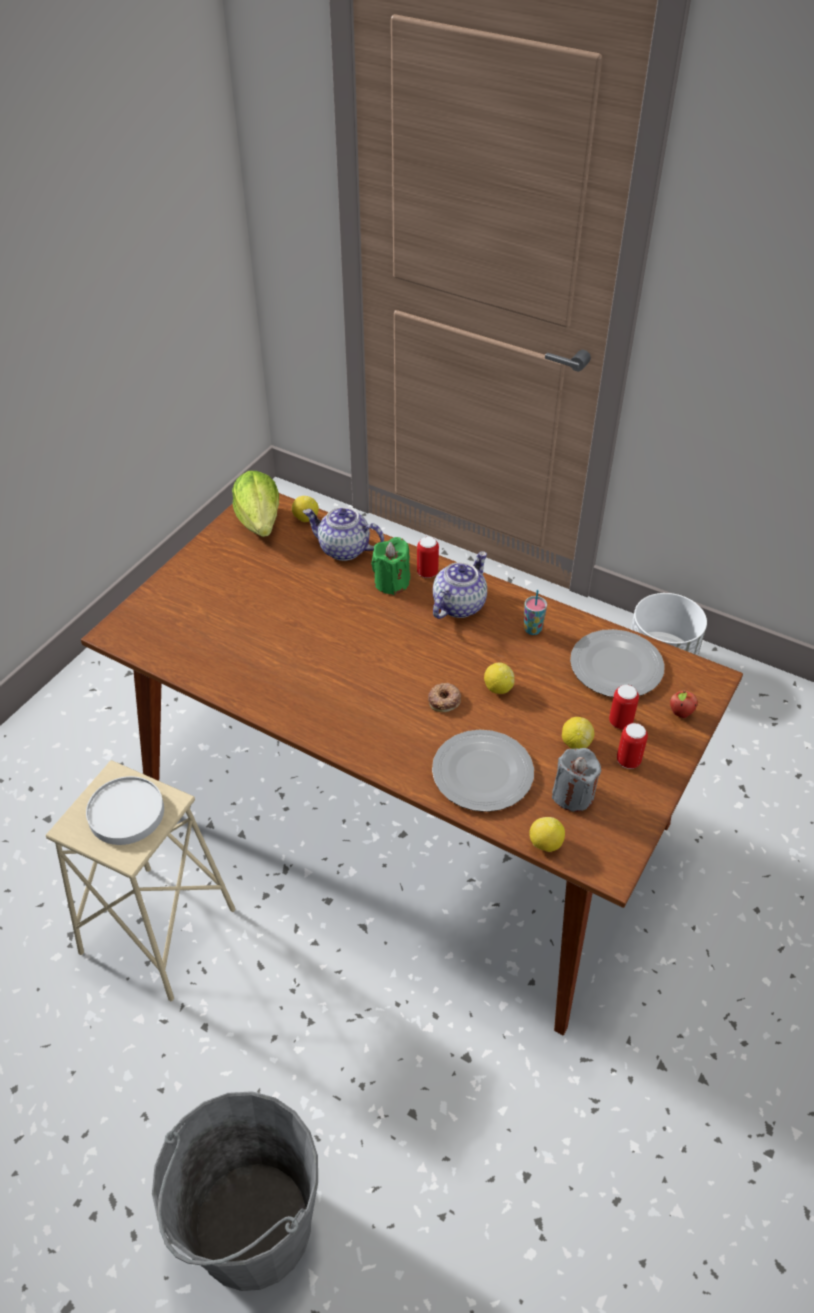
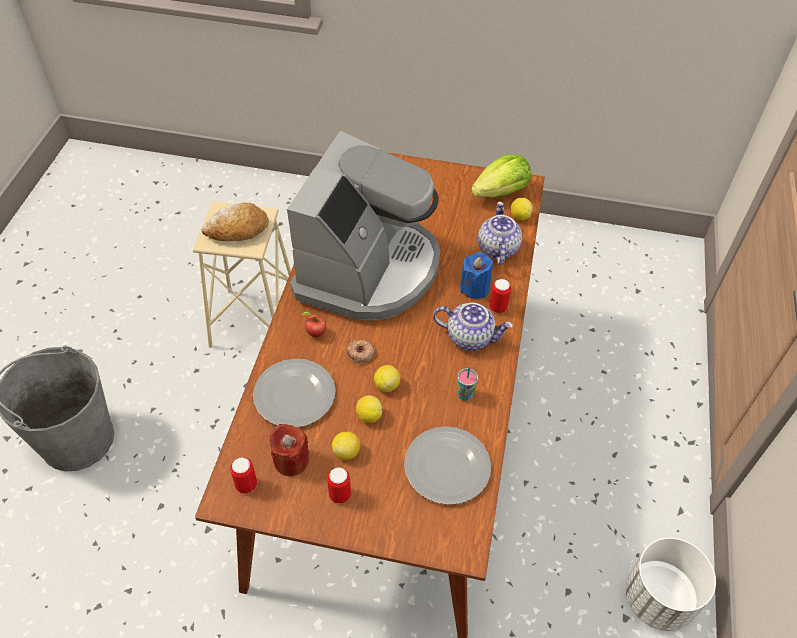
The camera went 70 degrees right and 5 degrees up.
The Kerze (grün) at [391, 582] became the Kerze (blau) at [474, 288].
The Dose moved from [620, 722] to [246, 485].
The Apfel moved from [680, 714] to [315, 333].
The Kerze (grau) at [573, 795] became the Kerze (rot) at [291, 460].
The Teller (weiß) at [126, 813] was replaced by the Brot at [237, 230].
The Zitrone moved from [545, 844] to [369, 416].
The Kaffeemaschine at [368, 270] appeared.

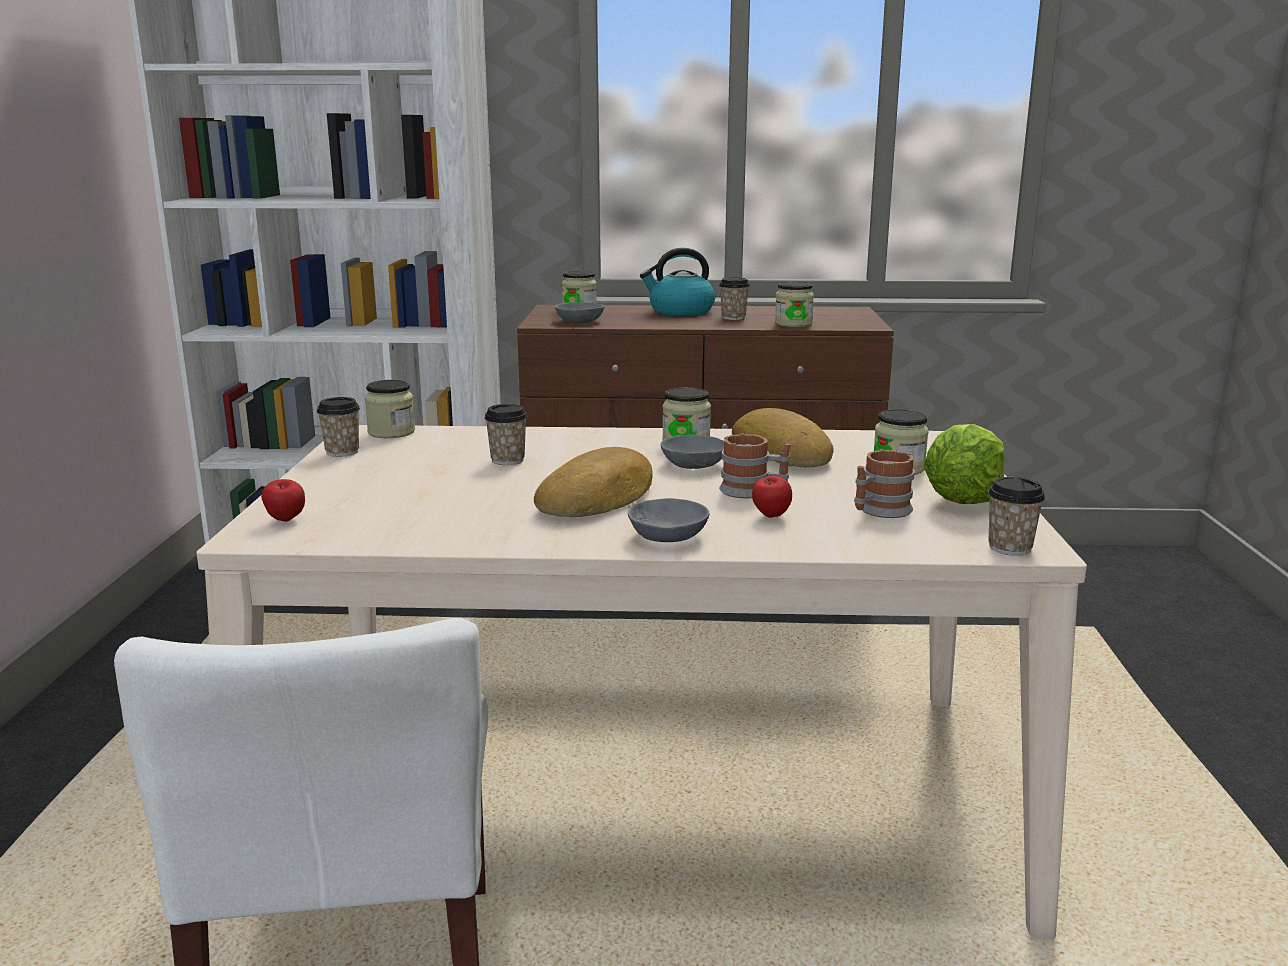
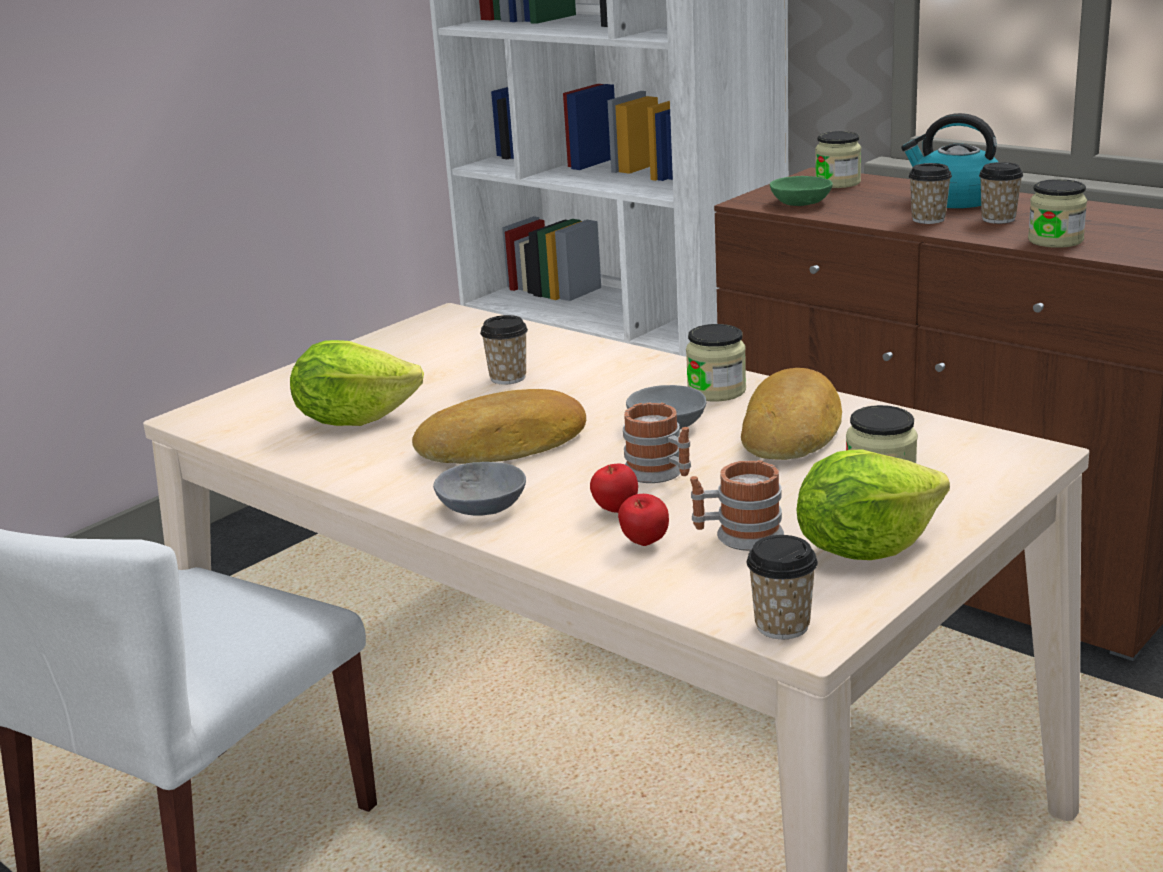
The camera went 40 degrees right and 5 degrees up.
The Schüssel (grau) at [580, 321] became the Schüssel (grün) at [802, 202].
The Vorratsglas at [391, 432] disappeared.
The Tasse moved from [342, 452] to [928, 219].
The Apfel moved from [285, 521] to [644, 544].
The Salatkopf at [354, 419] appeared.

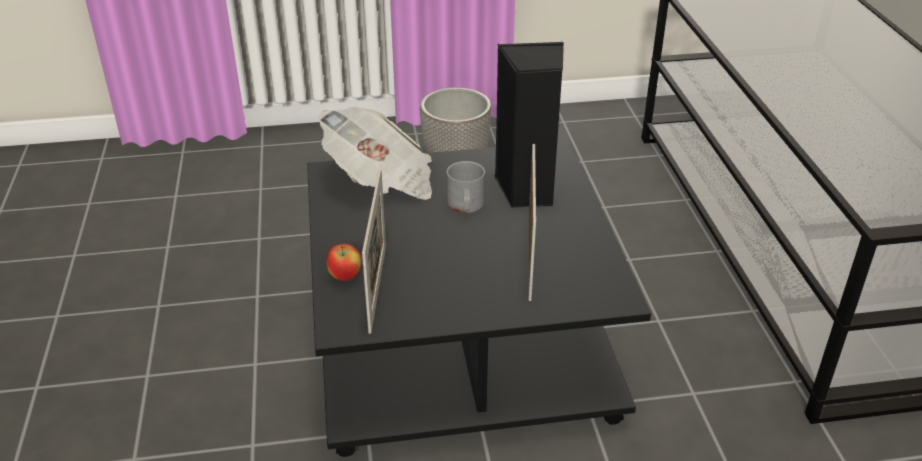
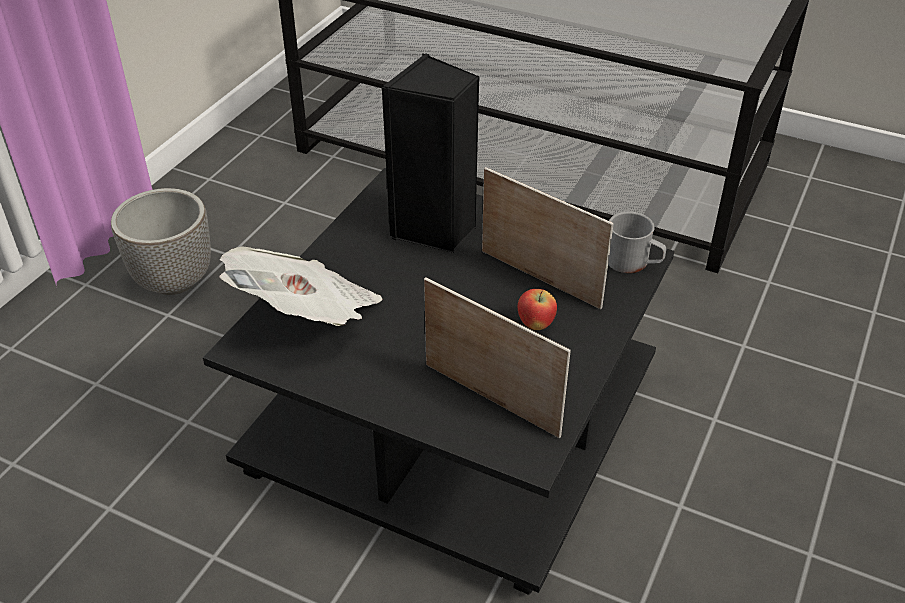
The camera went 55 degrees left and 5 degrees up.
The Henkelbecher (grau) moved from [465, 206] to [633, 262].
The Apfel moved from [345, 276] to [535, 324].

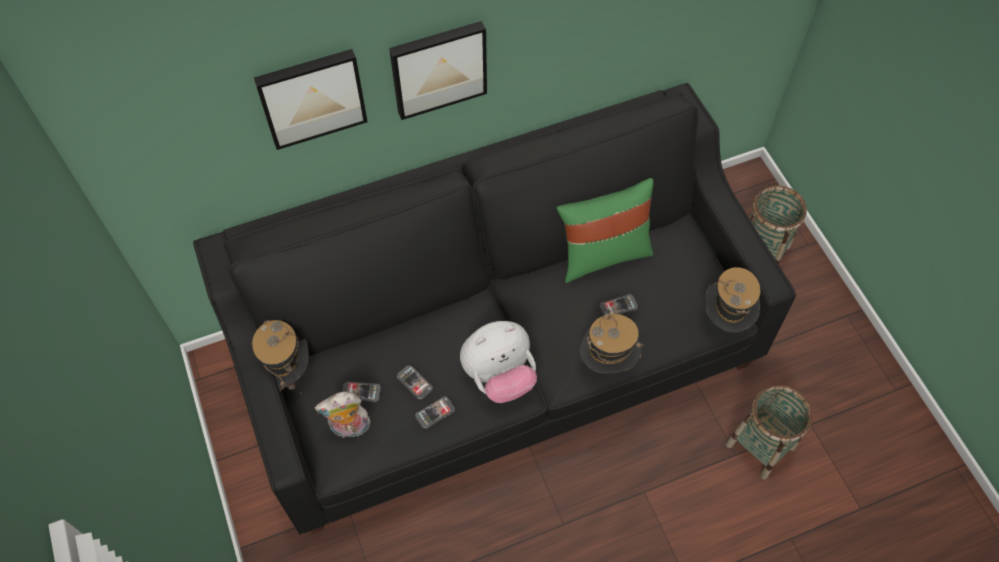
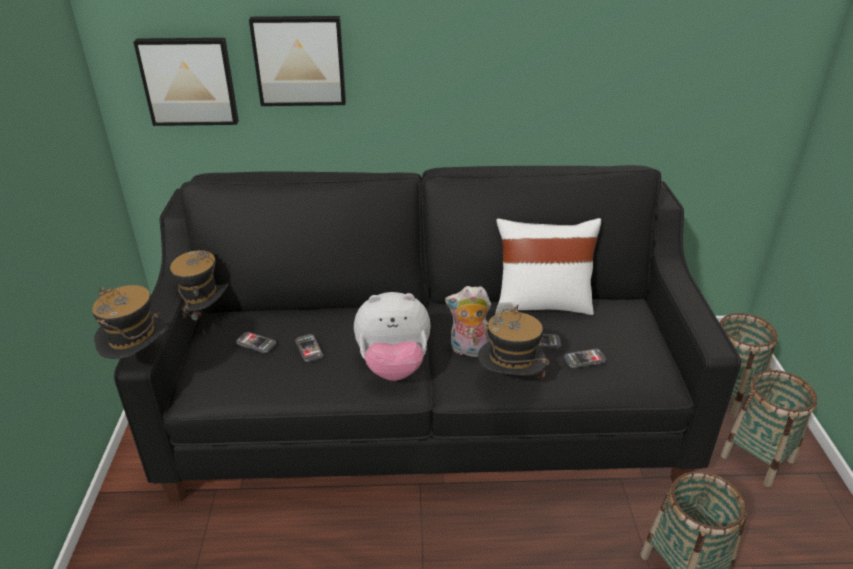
The camera went 20 degrees right and 25 degrees down.
The Bild moved from [438, 68] to [189, 81].
The Kissen (grün) at [602, 255] became the Kissen (weiß) at [542, 304].
The Hut moved from [725, 319] to [140, 362].
The Plüschtier moved from [349, 428] to [469, 350].
The Handy moved from [435, 413] to [584, 359].
The Korb at [757, 458] appeared.

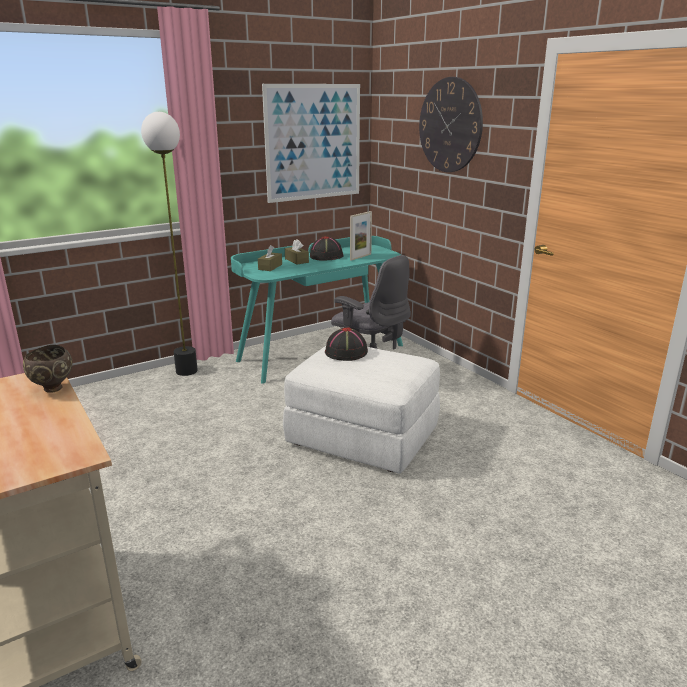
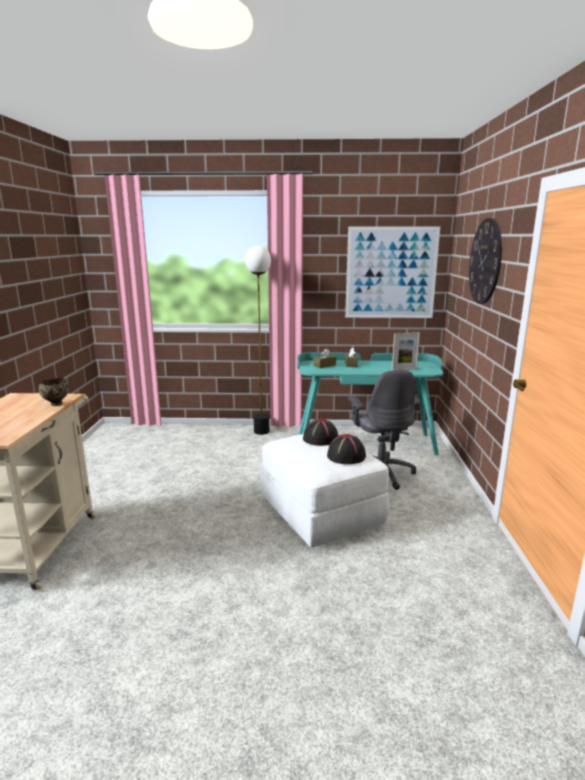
The camera went 35 degrees right and 5 degrees down.
The Hut (schwarz) moved from [326, 256] to [346, 456].

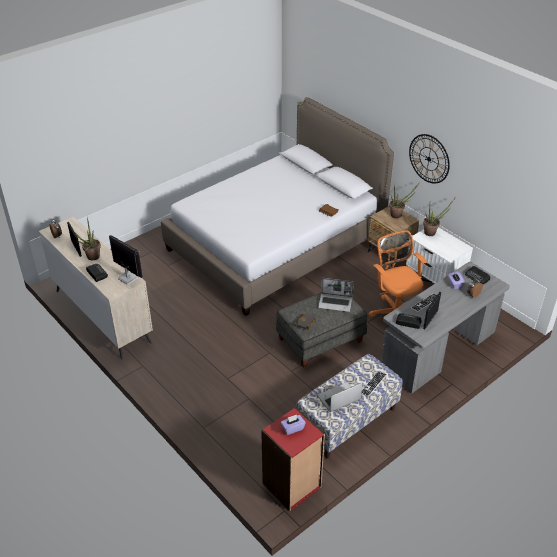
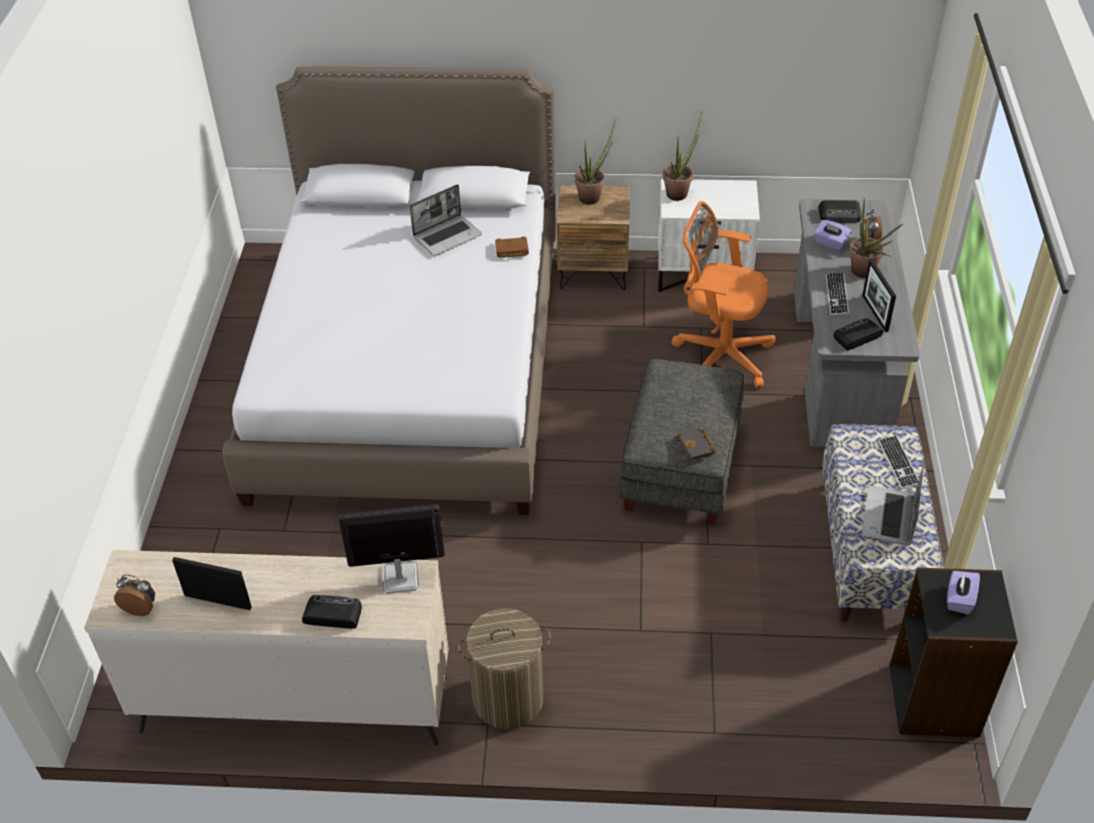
The camera went 45 degrees left and 5 degrees up.
The Wanduhr at [429, 158] disappeared.
The Topfpflanze moved from [92, 258] to [866, 273].
The Laptop moved from [335, 303] to [447, 236].
The Bücherregal (rot) at [292, 486] became the Bücherregal (schwarz) at [935, 700].
The Wäschekorb at [508, 698] appeared.

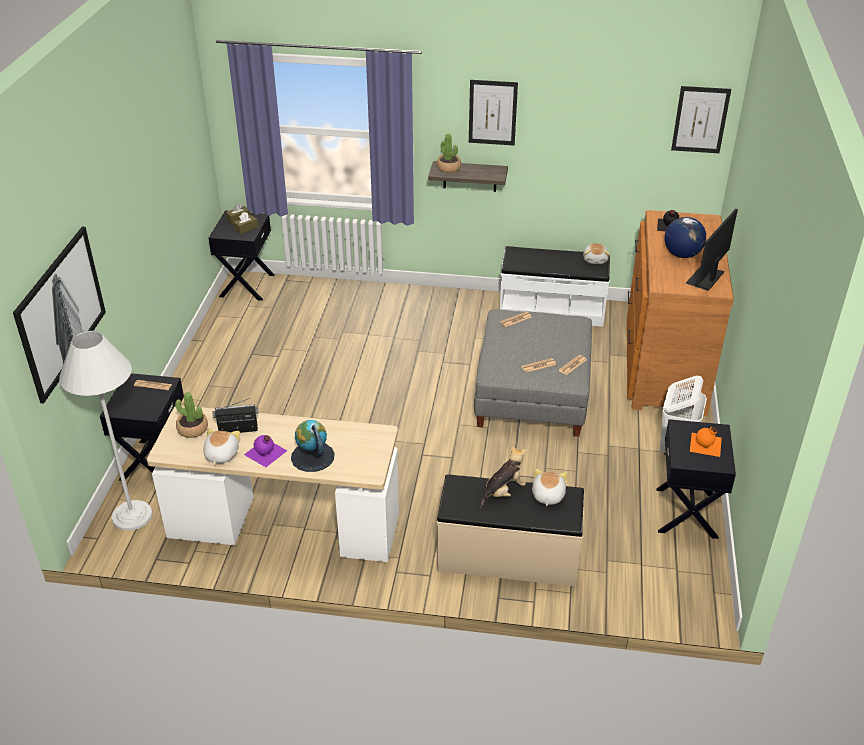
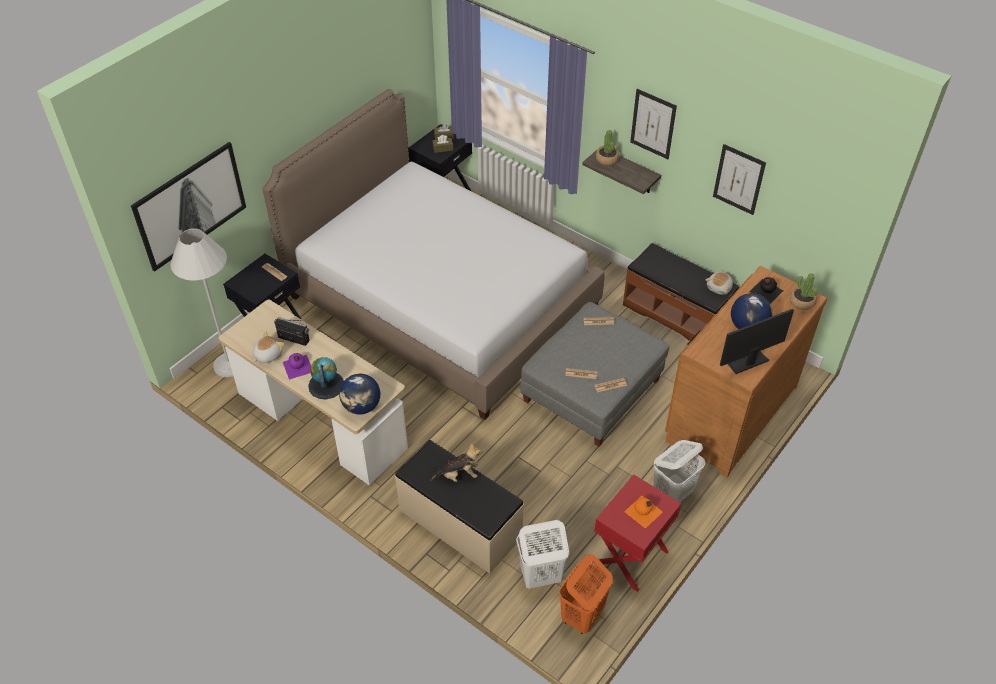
The camera went 30 degrees right and 10 degrees up.
The Bild moved from [700, 119] to [738, 179].
The Bank (weiß) at [552, 309] became the Bank (braun) at [676, 314].
The Topfpflanze moved from [192, 429] to [802, 302].
The Nachttisch (schwarz) at [687, 513] became the Nachttisch (rot) at [631, 557].
The Plüschtier at [547, 496] disappeared.
The Bett at [441, 302] appeared.
The Globus at [361, 406] appeared.
The Wäschekorb (weiß) at [540, 576] appeared.
The Wäschekorb (orange) at [582, 616] appeared.

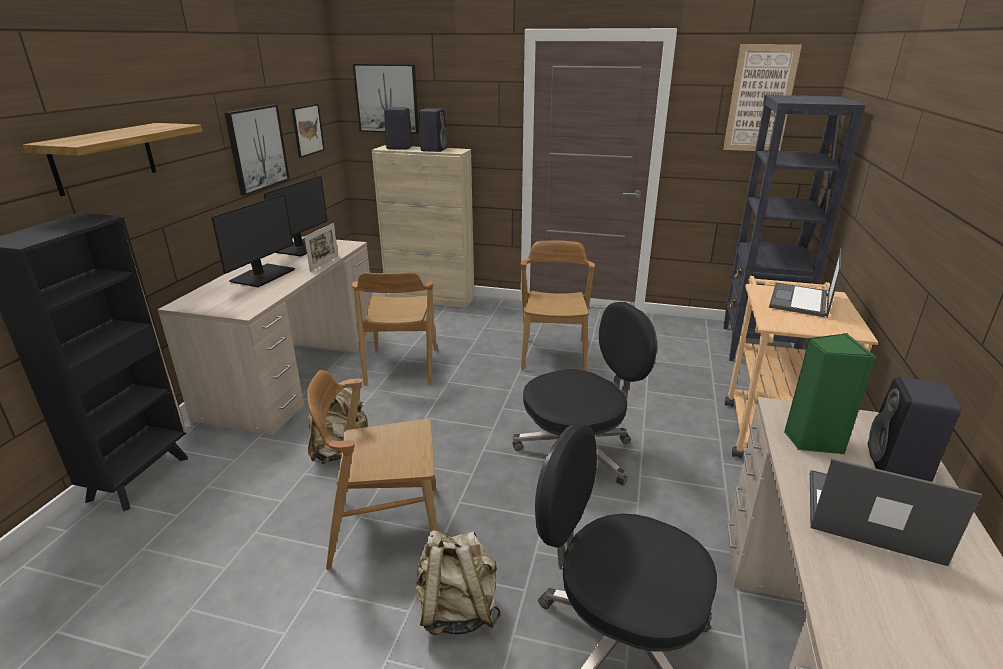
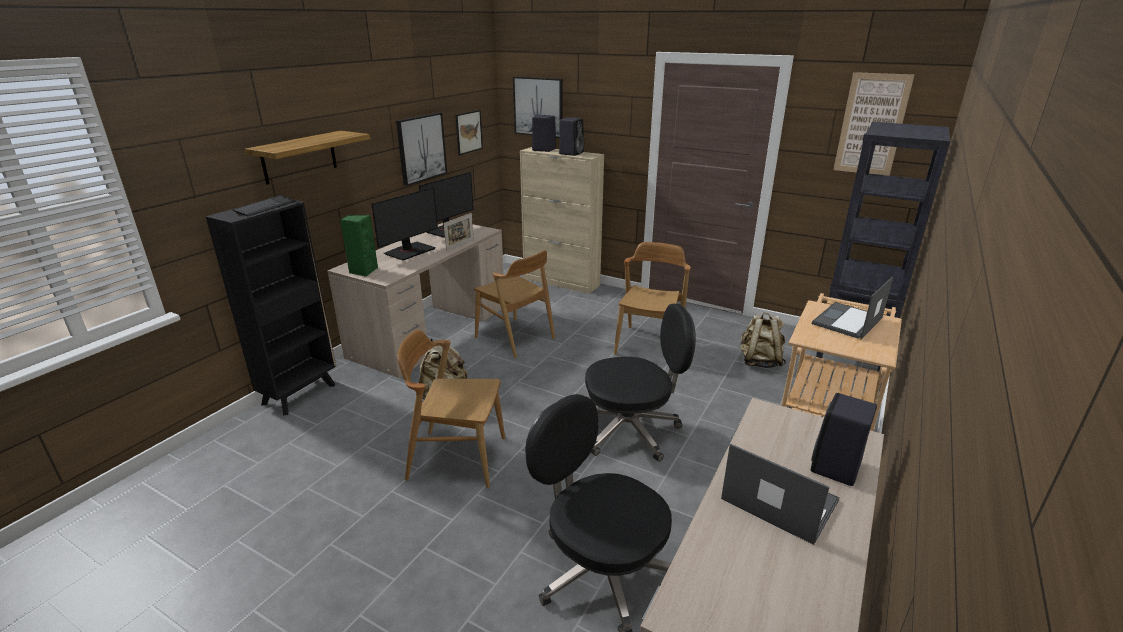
The camera went 15 degrees right and 0 degrees up.
The Stuhl (braun) at [401, 367] turned 60 degrees counterclockwise.
The Lautsprecher (grün) moved from [811, 440] to [363, 271].
The Rucksack (beige) moved from [456, 609] to [759, 362].
The Tastatur at [265, 207] appeared.

